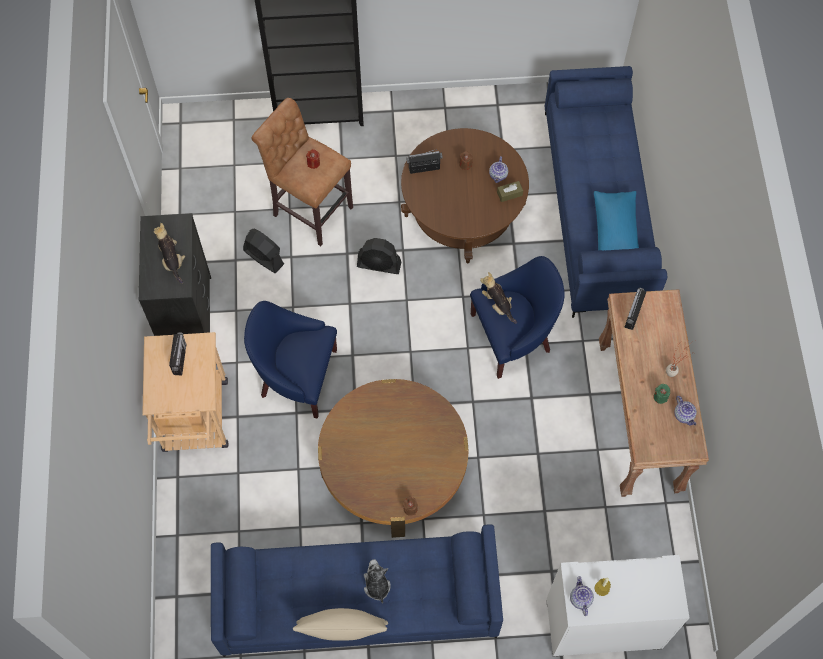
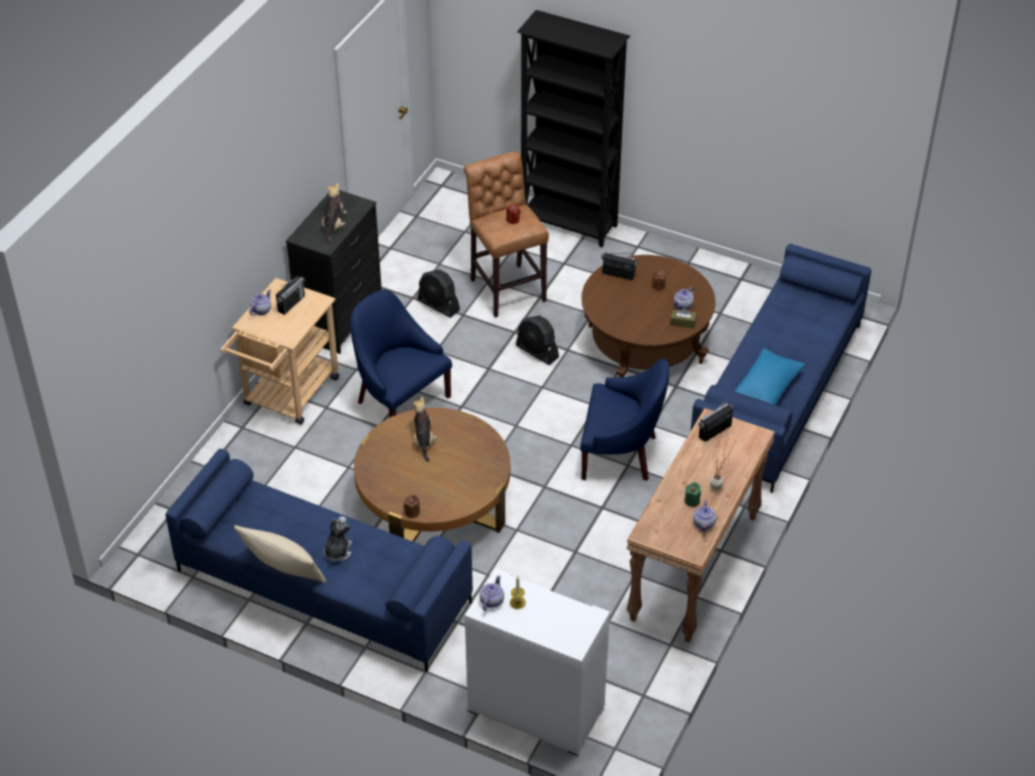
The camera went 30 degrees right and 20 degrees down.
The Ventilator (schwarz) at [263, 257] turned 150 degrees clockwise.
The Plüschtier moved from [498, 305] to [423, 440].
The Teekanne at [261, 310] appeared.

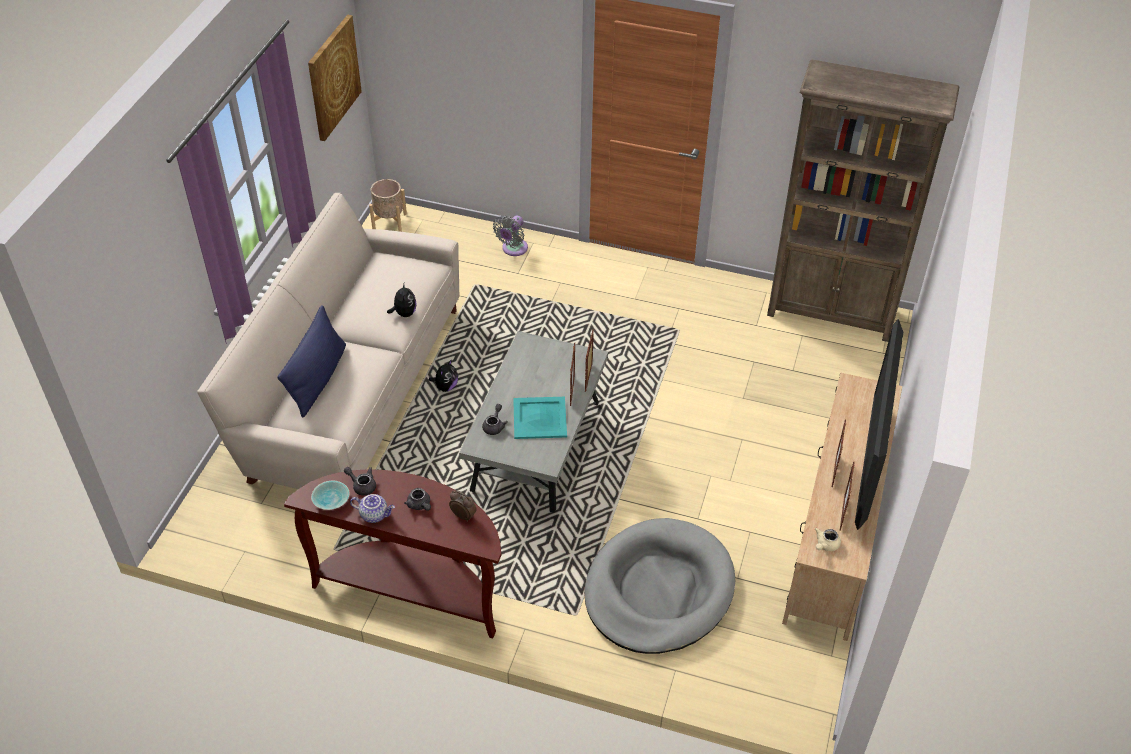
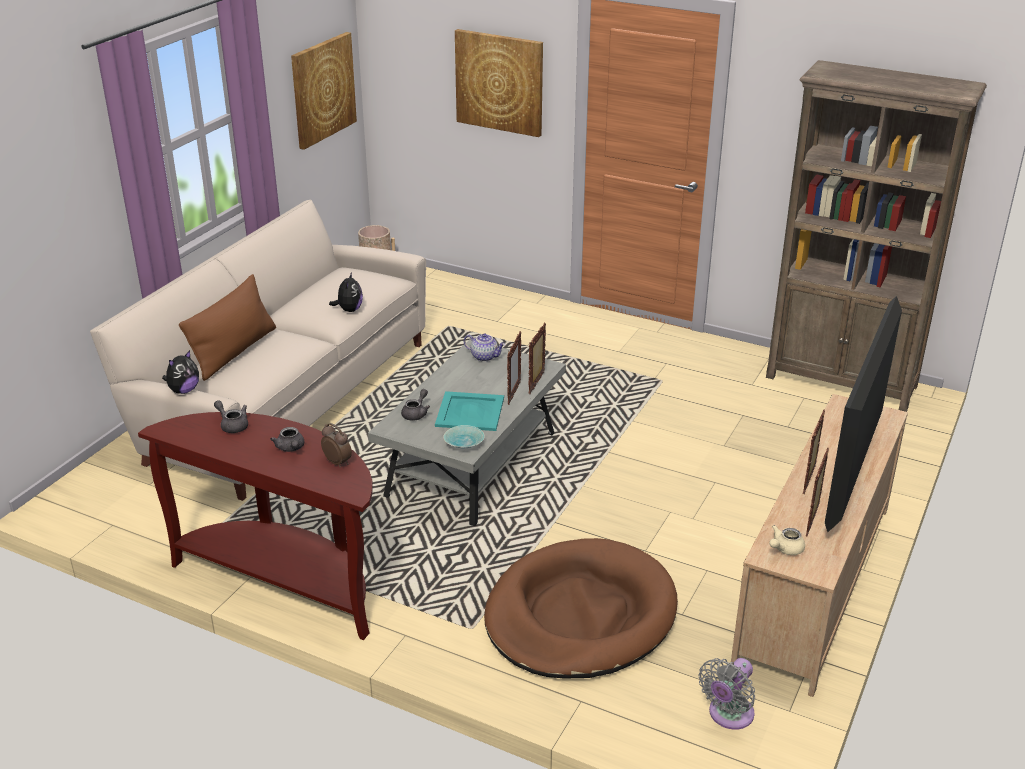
The camera went 10 degrees right and 15 degrees down.
The Ventilator (grau) moved from [513, 249] to [728, 715].
The Kissen (blau) at [318, 379] became the Kissen (braun) at [234, 352].
The Plüschtier moved from [446, 387] to [183, 390].
The Schüssel (türkis) moved from [330, 500] to [463, 443].
The Teekanne moved from [374, 514] to [485, 356].
The Hundebett (grau) at [658, 590] became the Hundebett (braun) at [580, 615].
The Bild at [499, 82] appeared.

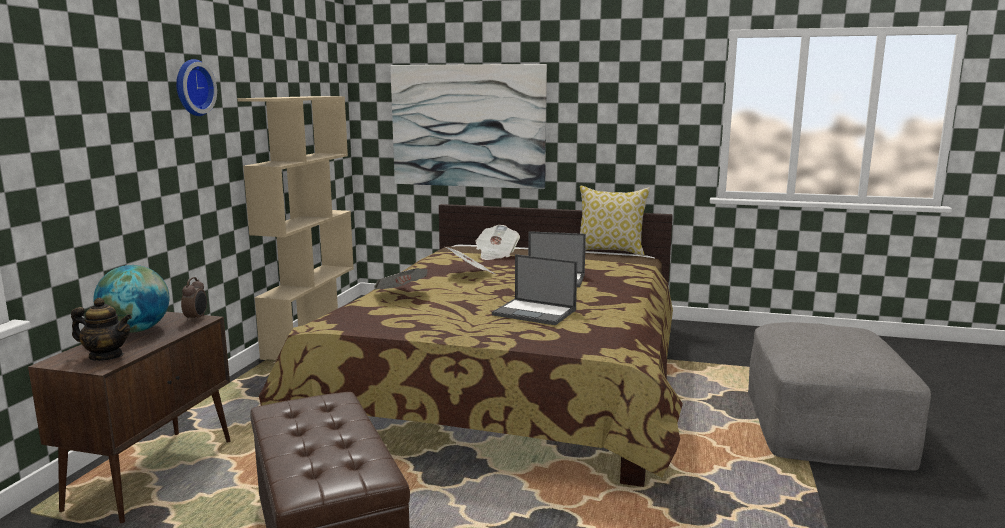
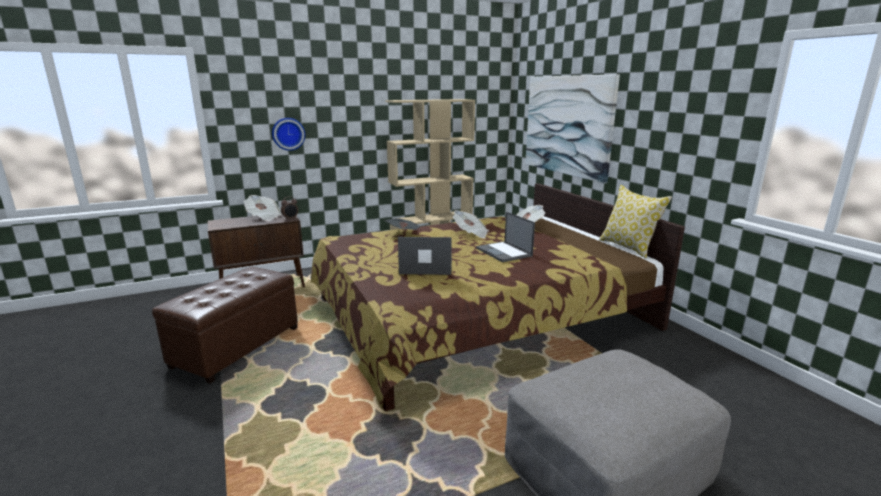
The camera went 50 degrees right and 5 degrees up.
The Wanduhr moved from [192, 87] to [288, 134].
The Laptop at [535, 312] turned 105 degrees clockwise.
The Globus at [136, 330] was replaced by the Zeitung at [263, 217].
The Teekanne at [106, 356] disappeared.

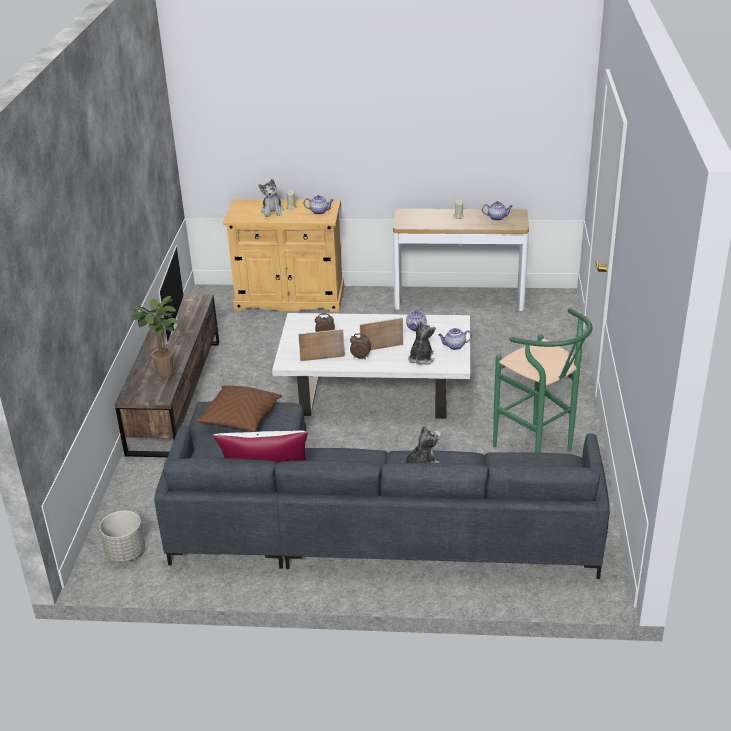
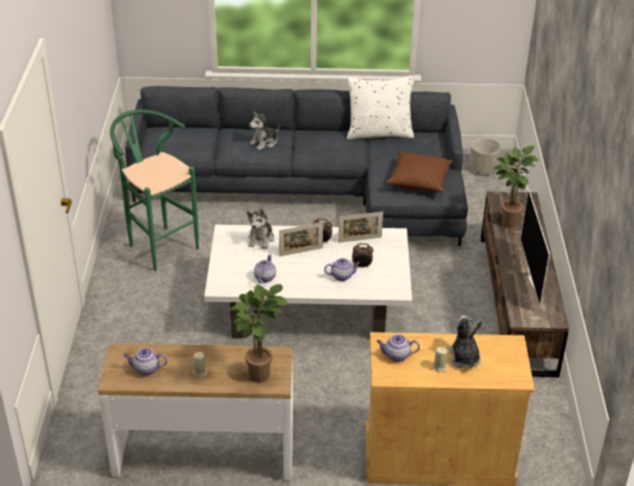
The camera went 175 degrees right and 5 degrees up.
The Teekanne moved from [454, 346] to [342, 276].
The Topfpflanze at [258, 372] appeared.

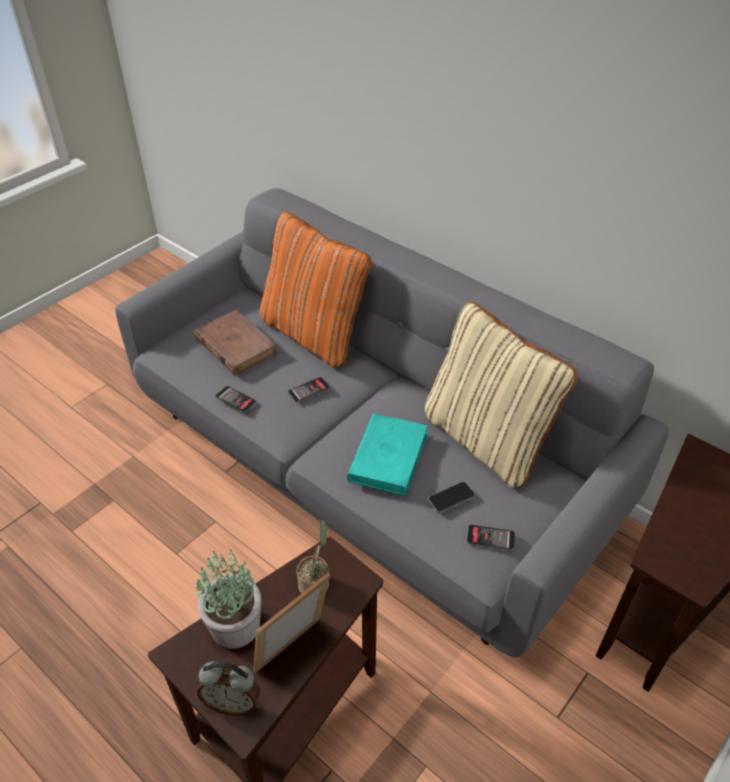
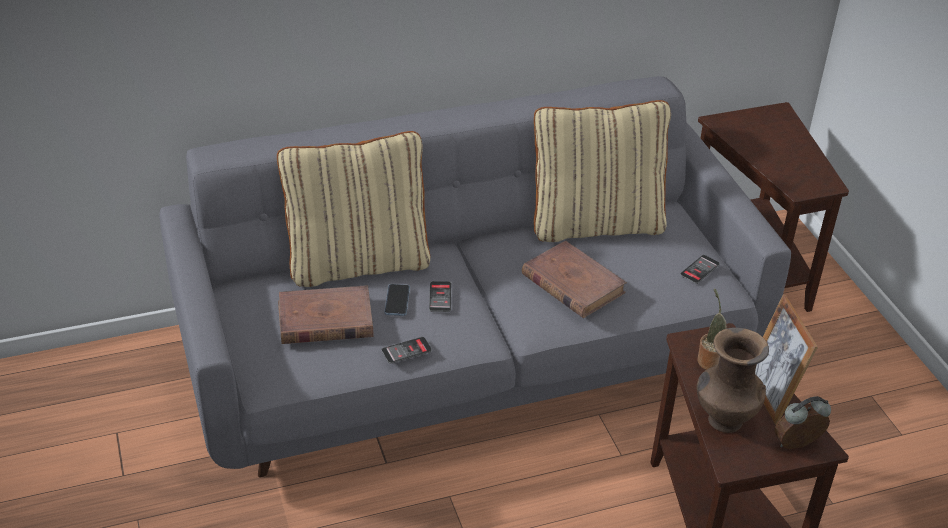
The camera went 60 degrees left and 5 degrees down.
The Kissen (orange) at [314, 334] became the Kissen (beige) at [358, 262].
The Buch (türkis) at [388, 457] became the Buch (braun) at [572, 283].
The Handy moved from [451, 498] to [397, 301].
The Topfpflanze at [234, 624] was replaced by the Vase (braun) at [723, 420].
The Wecker at [233, 703] turned 150 degrees counterclockwise.

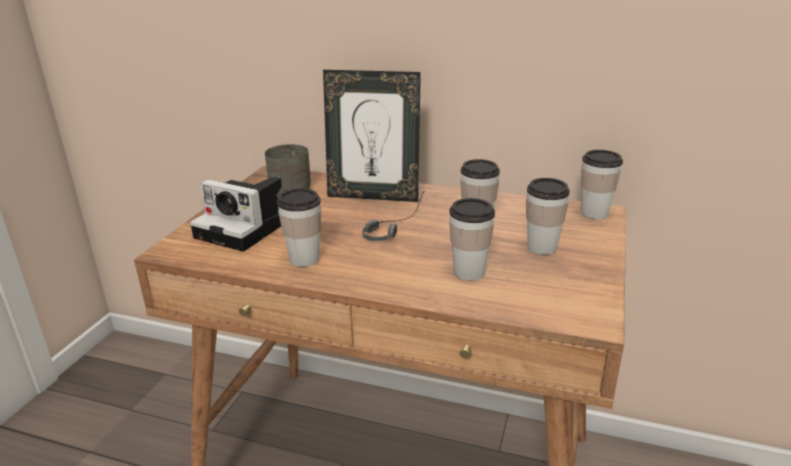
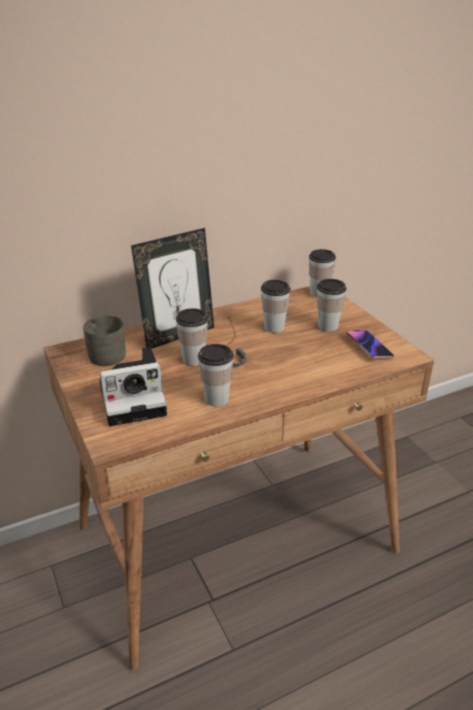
The camera went 45 degrees left and 5 degrees up.
The Tasse moved from [469, 272] to [193, 359].
The Handy at [368, 347] appeared.

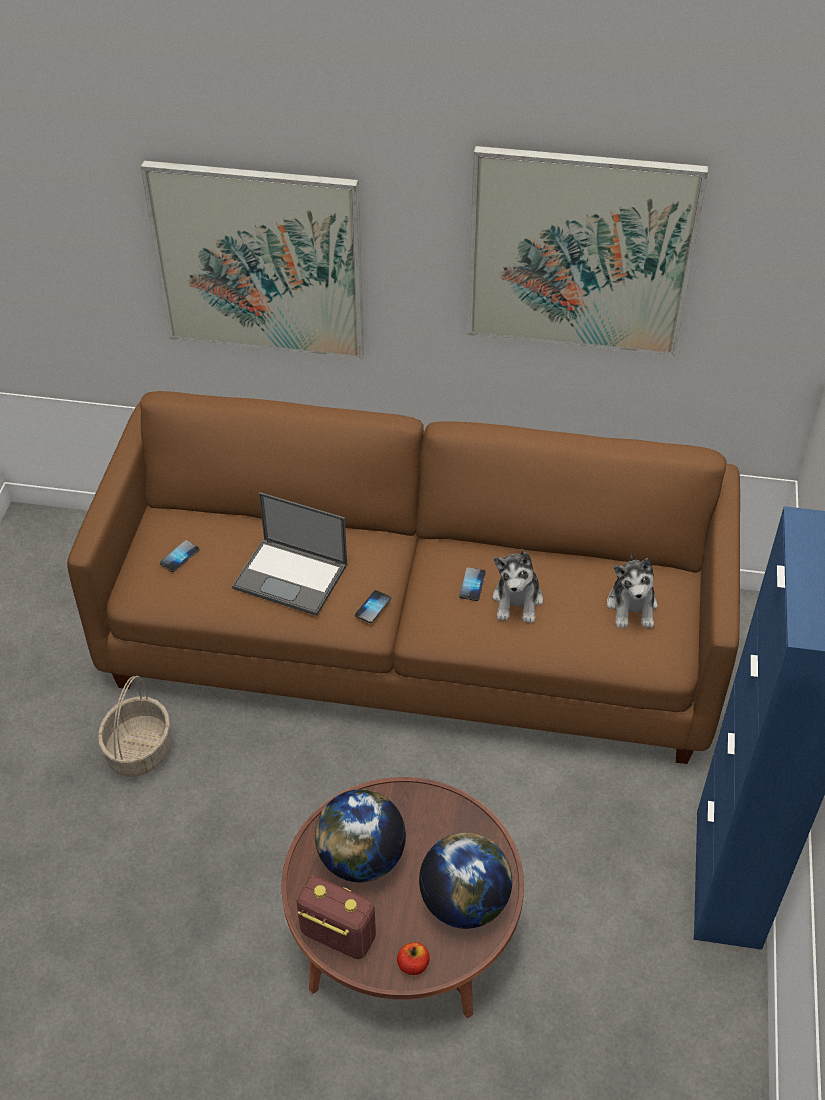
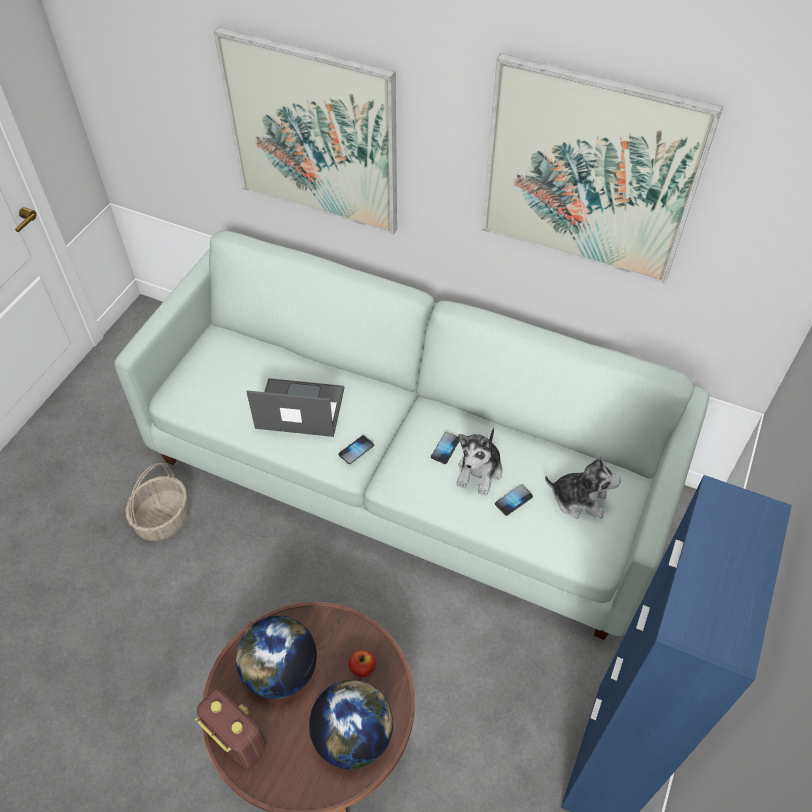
The camera went 15 degrees right and 5 degrees up.
The Sofa (braun) at [413, 640] became the Sofa (weiß) at [407, 474].
The Laptop at [292, 576] turned 150 degrees clockwise.
The Handy moved from [179, 557] to [513, 500].
The Plüschtier at [632, 606] turned 90 degrees counterclockwise.
The Apfel moved from [413, 965] to [362, 668].

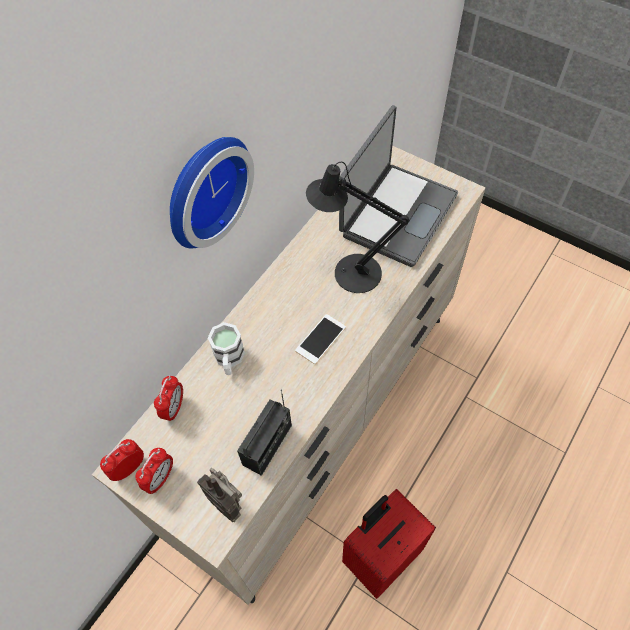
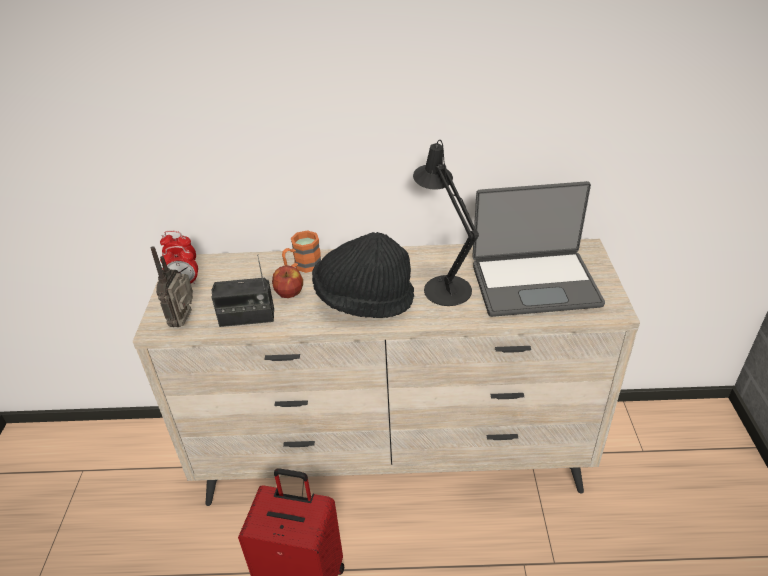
The camera went 55 degrees right and 20 degrees down.
The Wanduhr at [203, 189] disappeared.
The Handy at [320, 339] was replaced by the Hut (schwarz) at [364, 300].
The Henkelbecher (weiß) at [229, 360] became the Henkelbecher (orange) at [303, 266].
The Wecker at [174, 408] disappeared.
The Apfel at [289, 293] appeared.

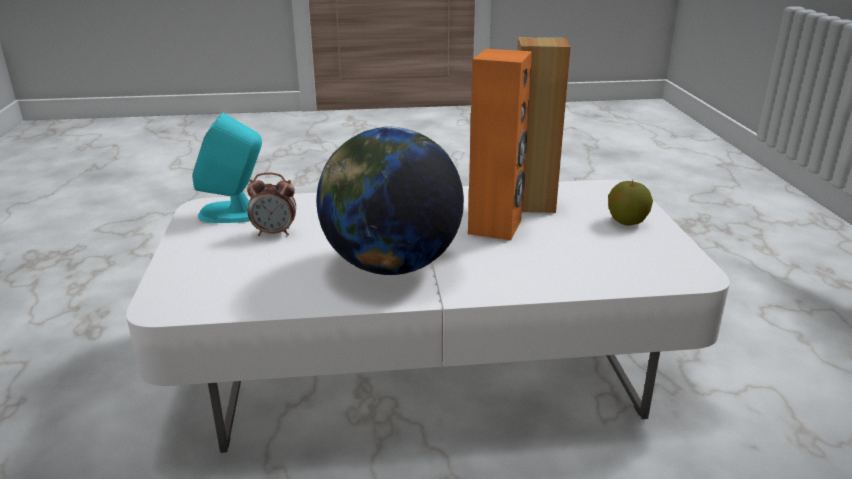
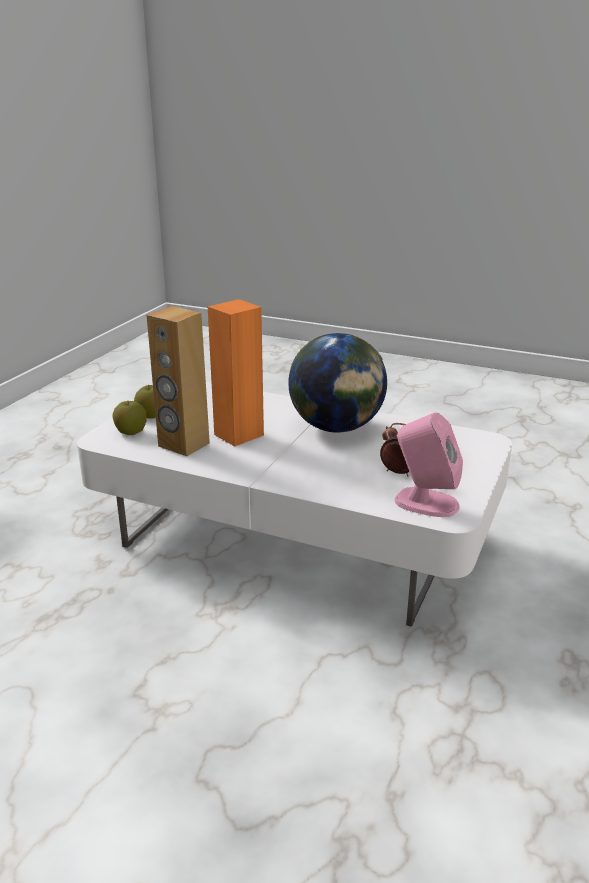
The camera went 150 degrees left and 0 degrees up.
The Lautsprecher (türkis) at [234, 212] became the Lautsprecher (rosa) at [425, 502].
The Apfel at [131, 432] appeared.

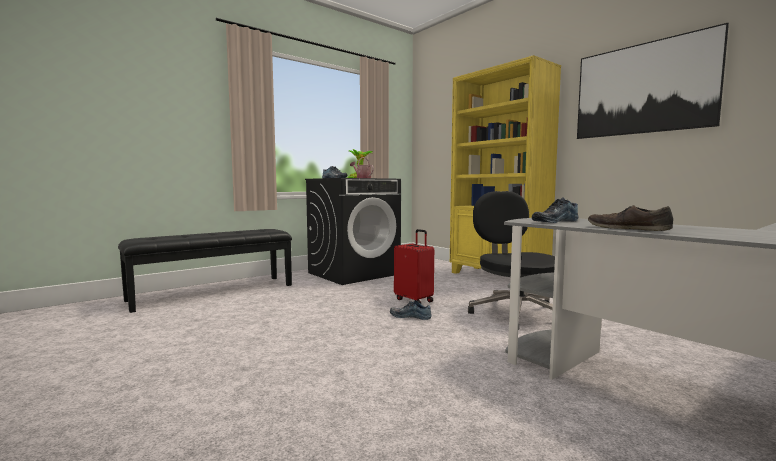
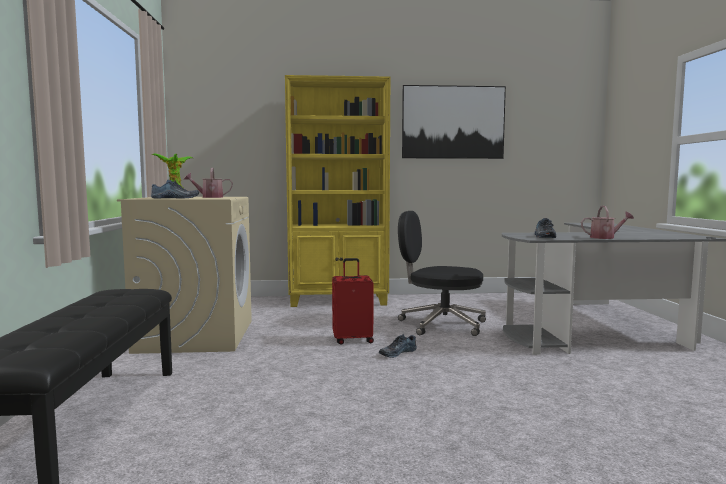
The camera went 55 degrees left and 0 degrees up.
The Waschmaschine (schwarz) at [354, 273] became the Waschmaschine (beige) at [196, 336].
The Schuh (braun) at [627, 229] was replaced by the Gießkanne at [605, 237].

